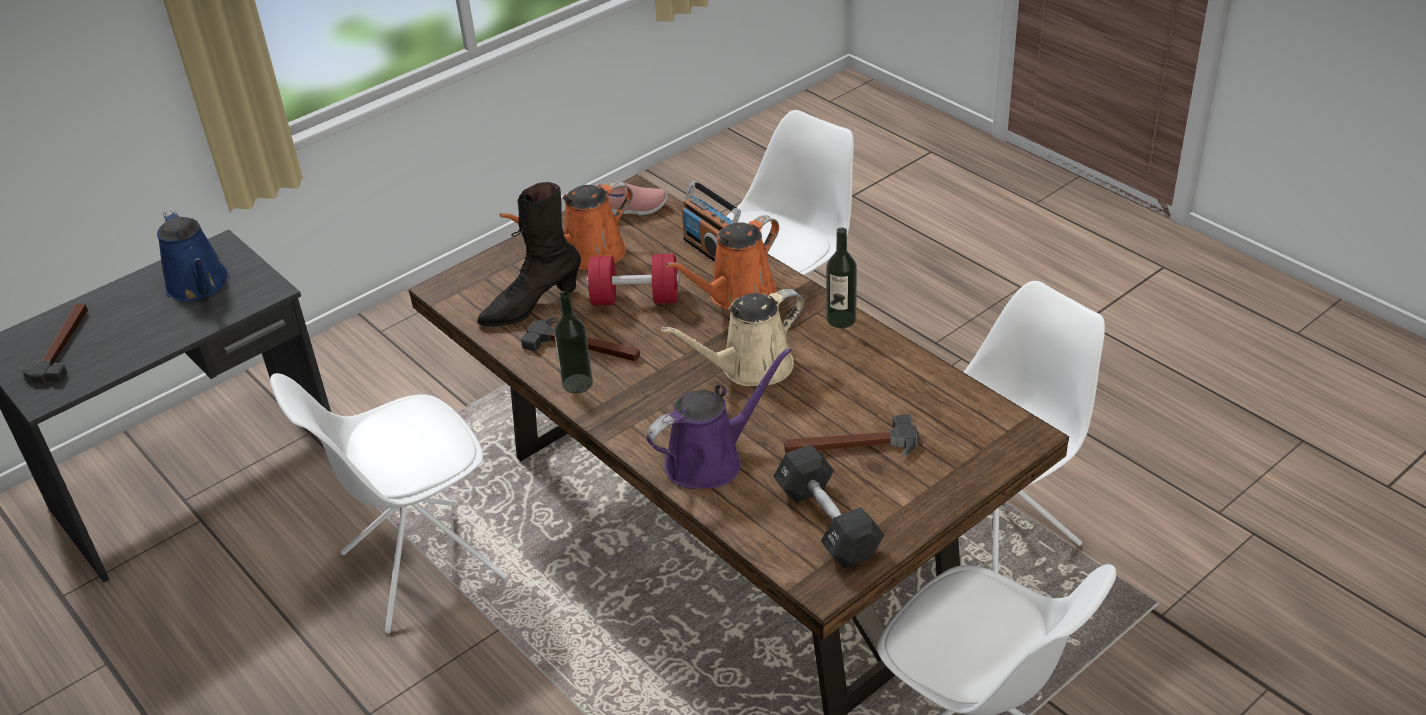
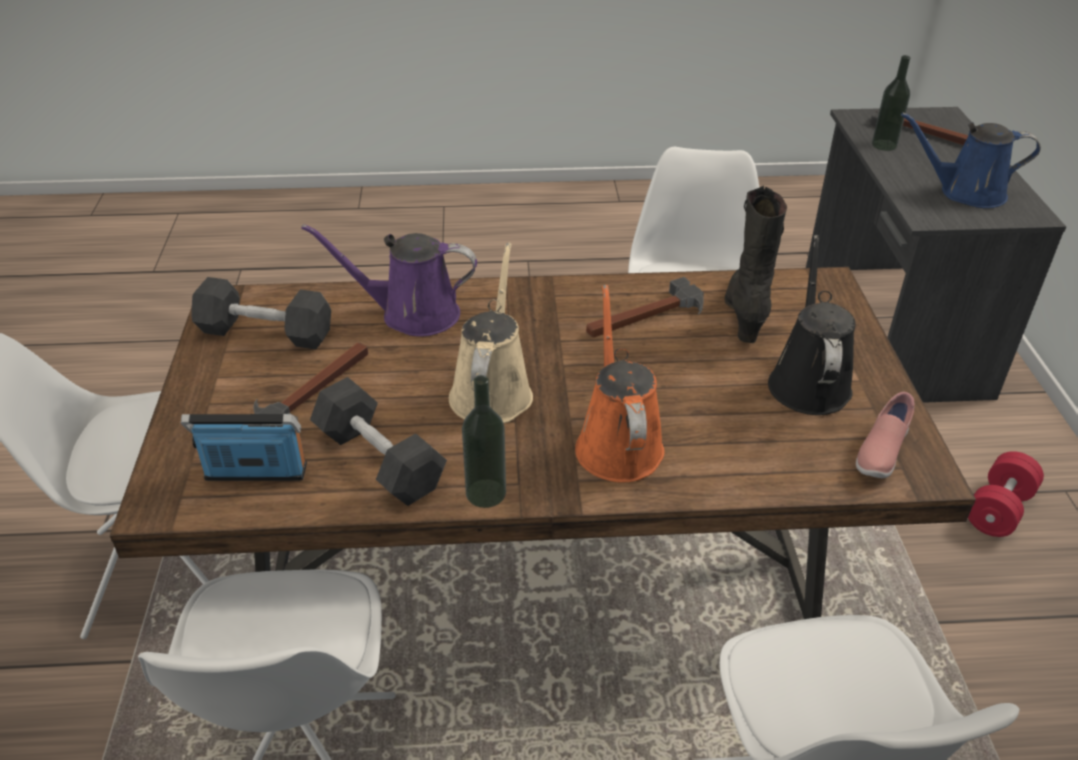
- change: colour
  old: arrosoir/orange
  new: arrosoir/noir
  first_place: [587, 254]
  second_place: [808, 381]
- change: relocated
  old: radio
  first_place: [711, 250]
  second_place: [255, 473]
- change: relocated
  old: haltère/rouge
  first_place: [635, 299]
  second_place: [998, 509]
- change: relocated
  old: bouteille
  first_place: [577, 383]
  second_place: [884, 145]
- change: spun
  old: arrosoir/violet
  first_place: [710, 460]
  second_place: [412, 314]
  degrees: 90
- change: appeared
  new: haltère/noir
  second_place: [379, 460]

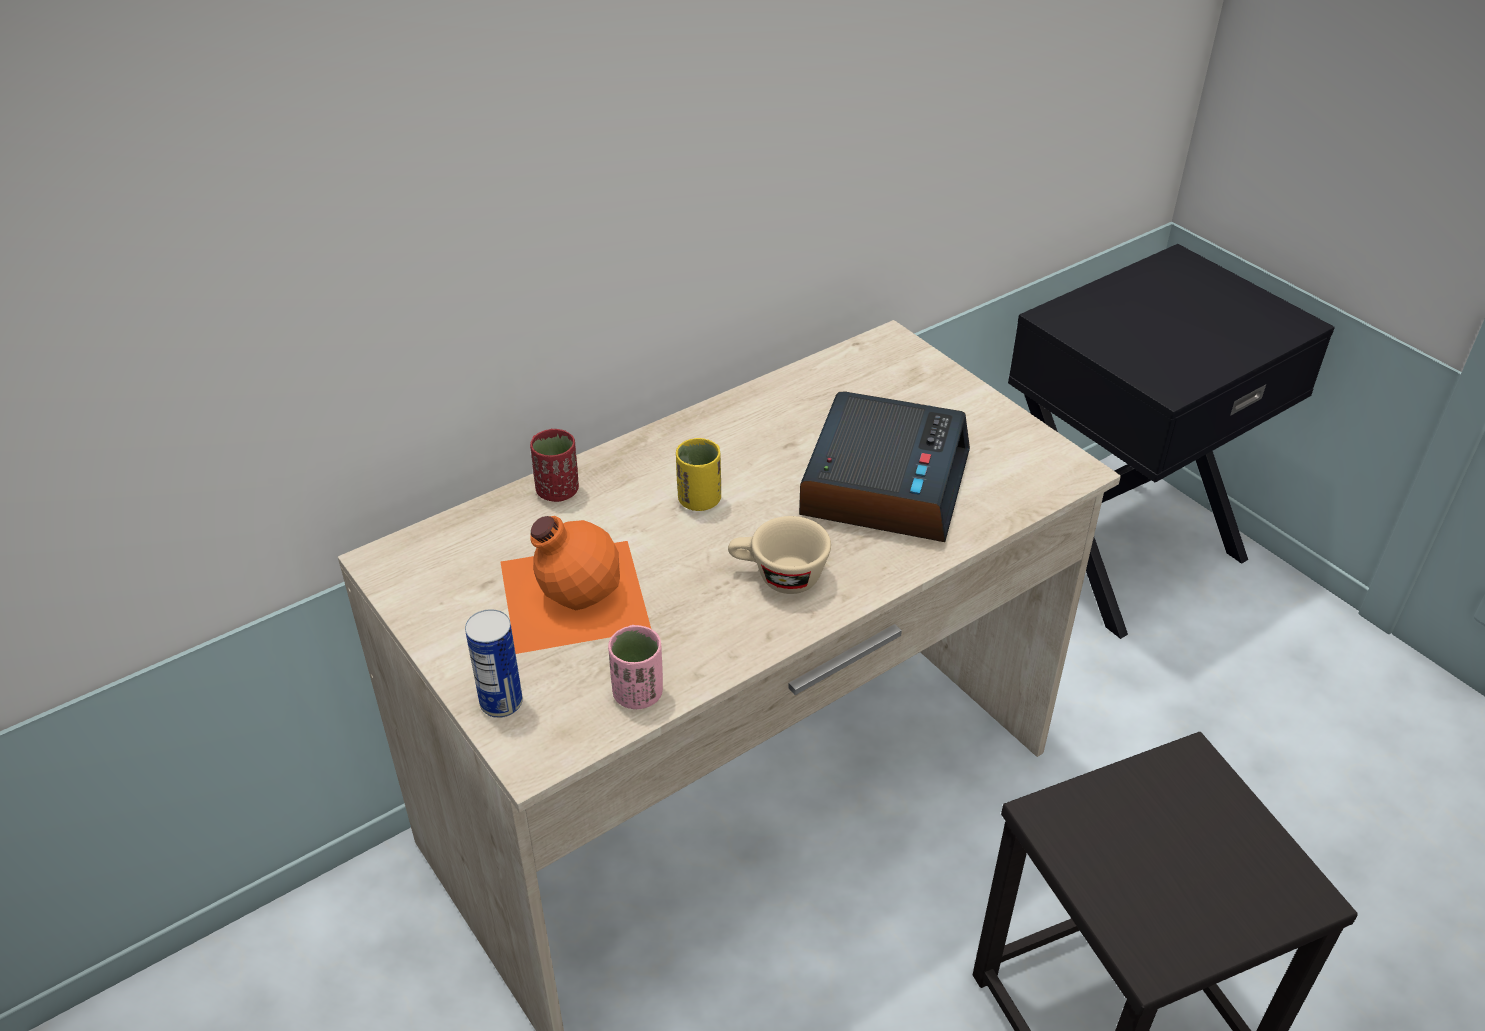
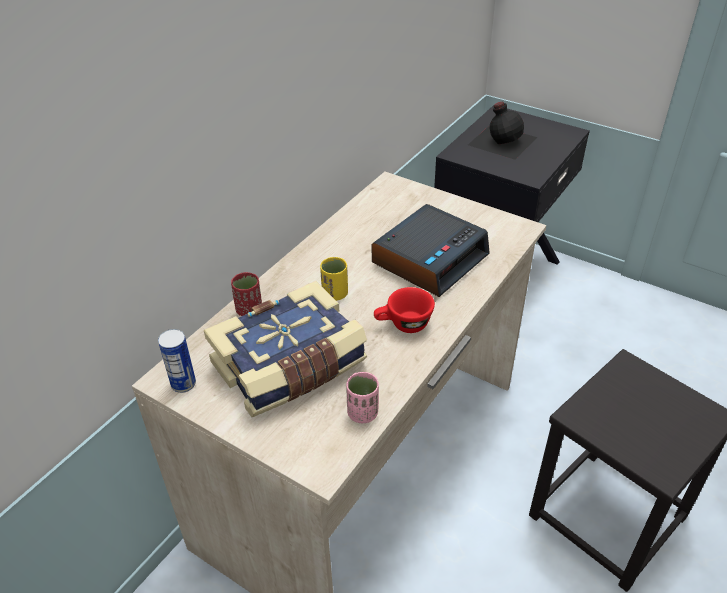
- change: spun
  old: réveil
  first_place: [883, 482]
  second_place: [430, 258]
  degrees: 45
- change: exchanged
  old: bouteille/orange
  new: livre
  first_place: [571, 593]
  second_place: [290, 367]
- change: colour
  old: tasse/beige
  new: tasse/rouge
  first_place: [778, 577]
  second_place: [403, 325]
- change: relocated
  old: boîte métallique
  first_place: [501, 703]
  second_place: [183, 384]
- change: appeared
  new: bouteille/noir
  second_place: [502, 140]

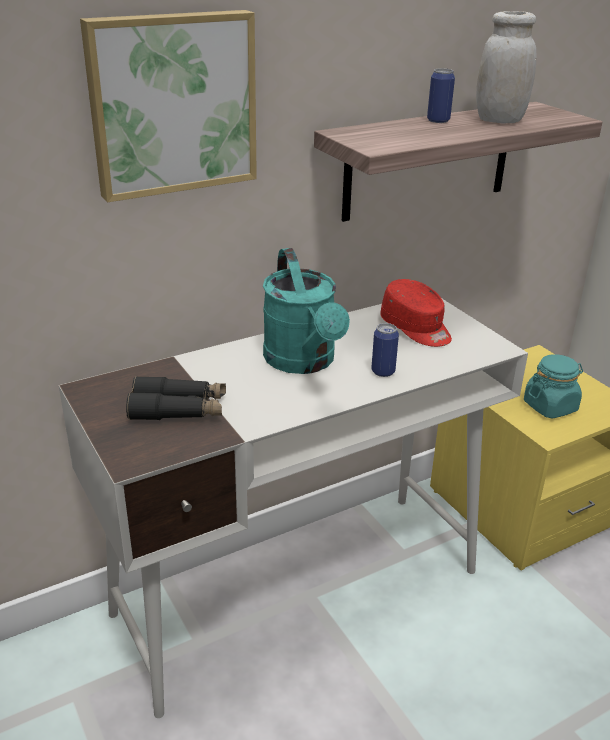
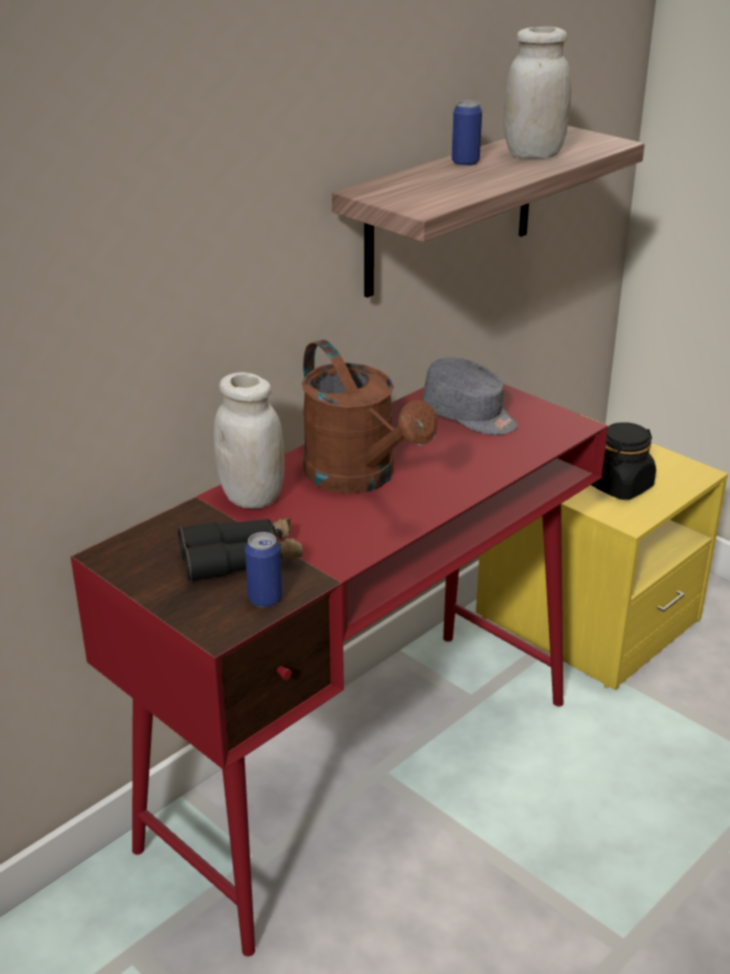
- change: missing
  old: tableau
  first_place: [172, 103]
- change: colour
  old: arrosoir/turquoise
  new: arrosoir/marron
  first_place: [304, 362]
  second_place: [360, 478]
- change: colour
  old: casquette/rouge
  new: casquette/gris
  first_place: [416, 328]
  second_place: [470, 416]
- change: colour
  old: bureau/blanc
  new: bureau/rouge
  first_place: [300, 591]
  second_place: [364, 769]
- change: relocated
  old: boîte métallique
  first_place: [383, 371]
  second_place: [265, 599]
- change: colour
  old: bocal/turquoise
  new: bocal/noir
  first_place: [550, 406]
  second_place: [620, 486]
- change: appeared
  new: bocal/blanc
  second_place: [252, 497]

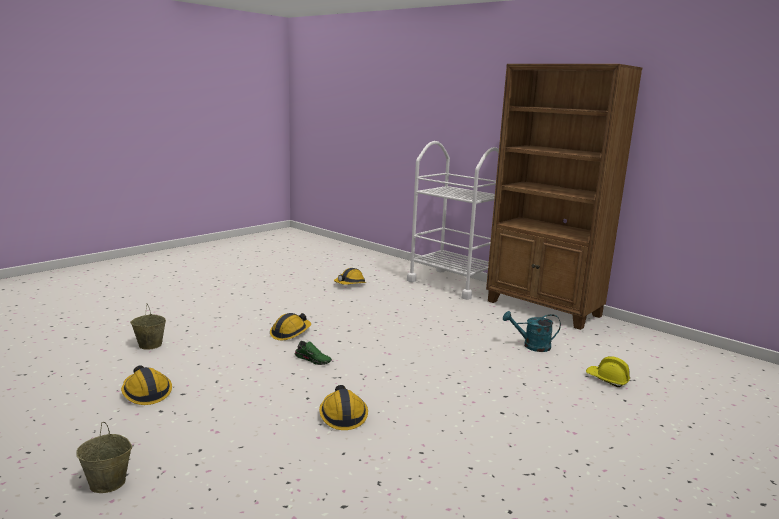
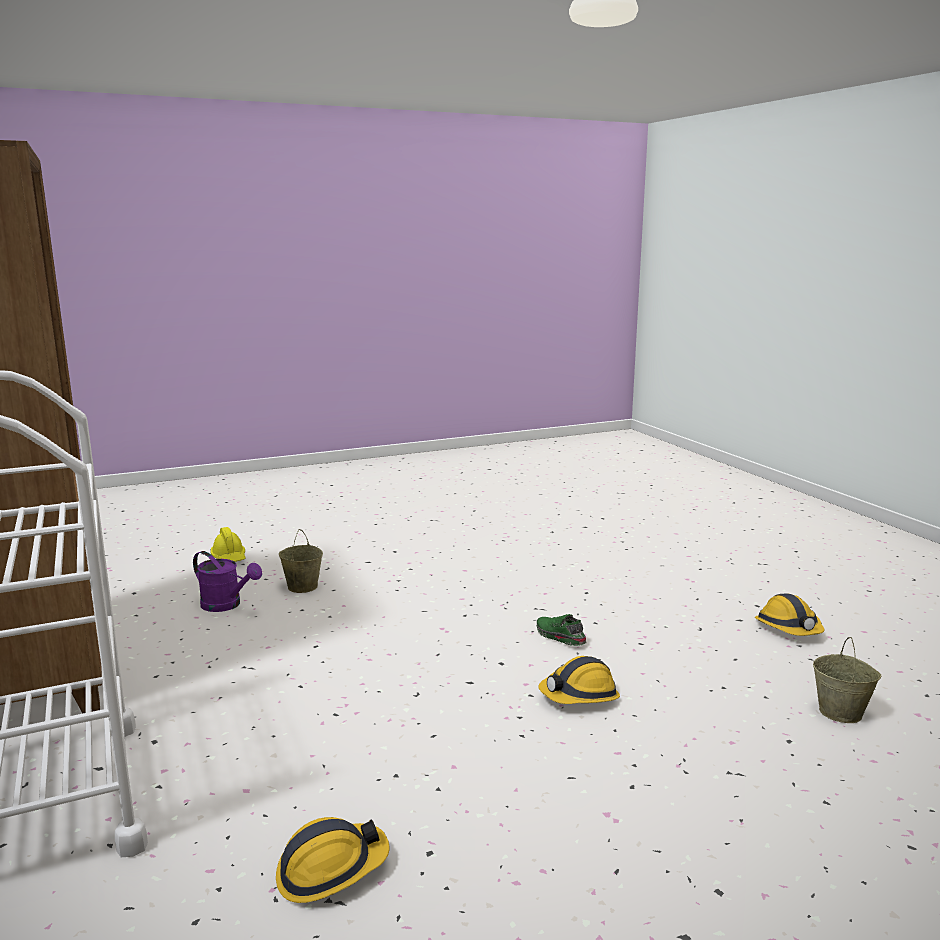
- change: colour
  old: arrosoir/turquoise
  new: arrosoir/violet
  first_place: [531, 346]
  second_place: [227, 605]
- change: missing
  old: casque de chantier
  first_place: [342, 415]
- change: relocated
  old: seau/beige
  first_place: [108, 483]
  second_place: [302, 587]

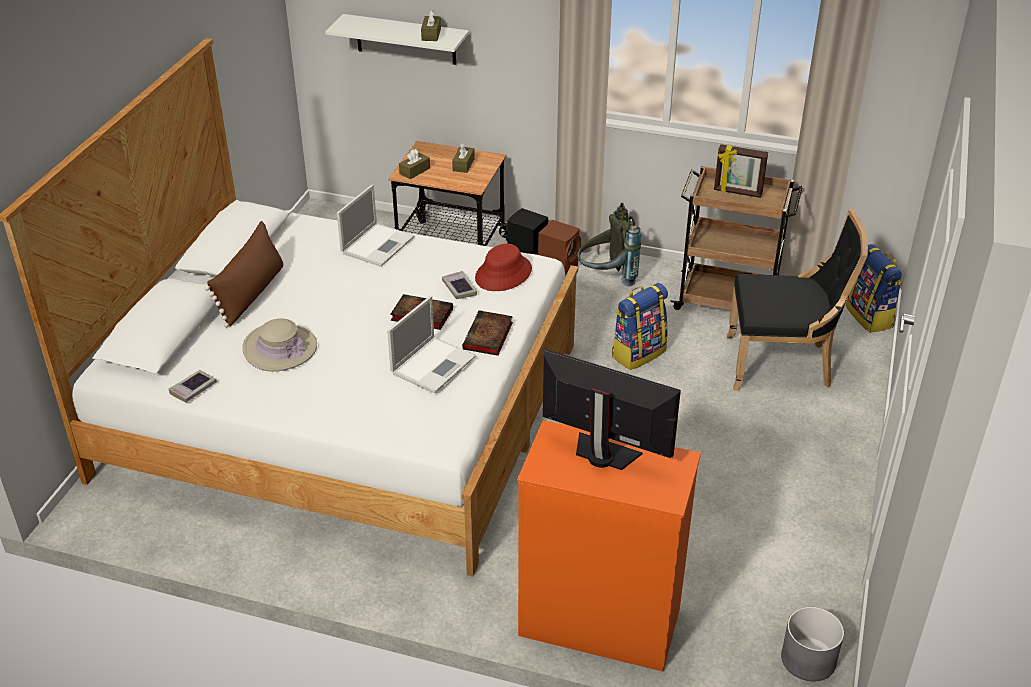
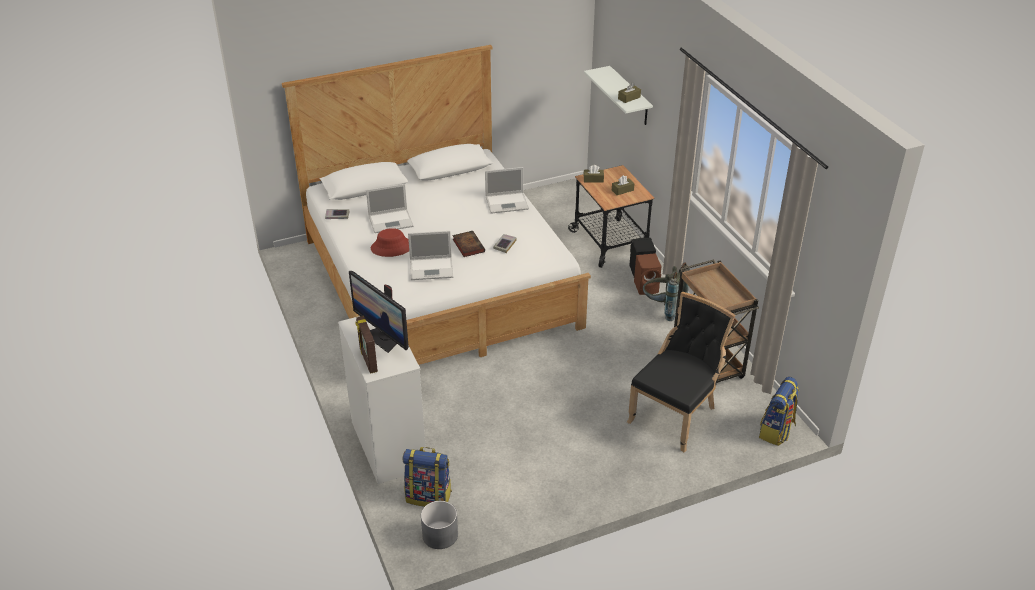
- change: relocated
  old: cadre photo
  first_place: [737, 192]
  second_place: [368, 360]
- change: spun
  old: chaise/noir
  first_place: [782, 364]
  second_place: [676, 415]
  degrees: -105
- change: missing
  old: coussin/marron
  first_place: [251, 294]
- change: relocated
  old: chapeau/rouge
  first_place: [503, 274]
  second_place: [391, 247]
- change: relocated
  old: sac à dos
  first_place: [638, 353]
  second_place: [429, 496]
- change: missing
  old: livre
  first_place: [488, 337]
- change: exchanged
  old: chapeau/beige
  new: ordinateur portable
  first_place: [280, 348]
  second_place: [391, 221]
- change: spun
  old: écran d'ordinateur
  first_place: [603, 454]
  second_place: [383, 338]
  degrees: 150
- change: colour
  old: commode/orange
  new: commode/blanc
  first_place: [598, 621]
  second_place: [388, 444]

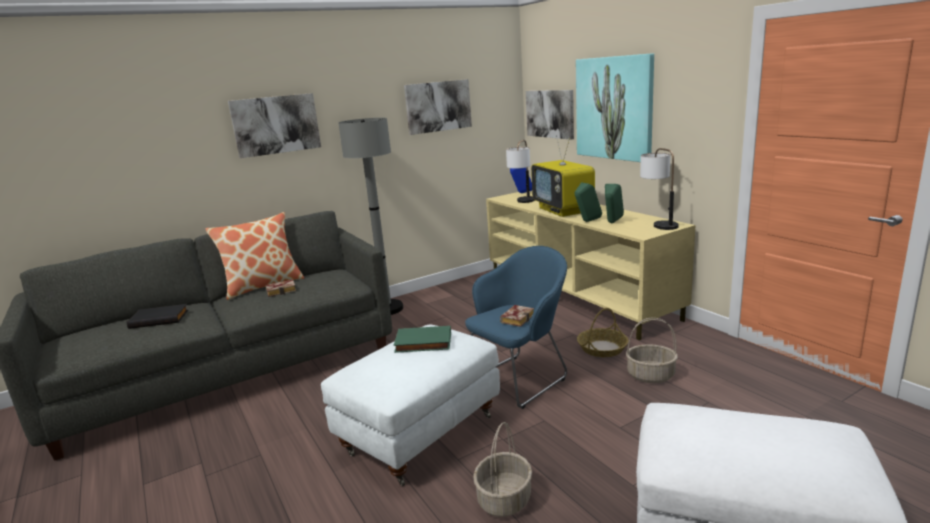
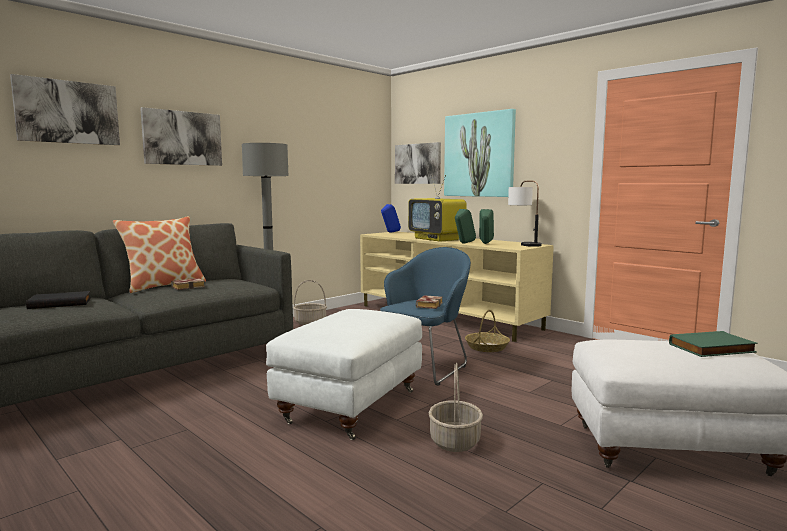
- change: relocated
  old: tableau
  first_place: [438, 106]
  second_place: [67, 112]
- change: missing
  old: lampe de table
  first_place: [522, 202]
- change: relocated
  old: panier
  first_place: [651, 375]
  second_place: [310, 322]
- change: relocated
  old: livre/vert
  first_place: [423, 343]
  second_place: [712, 349]

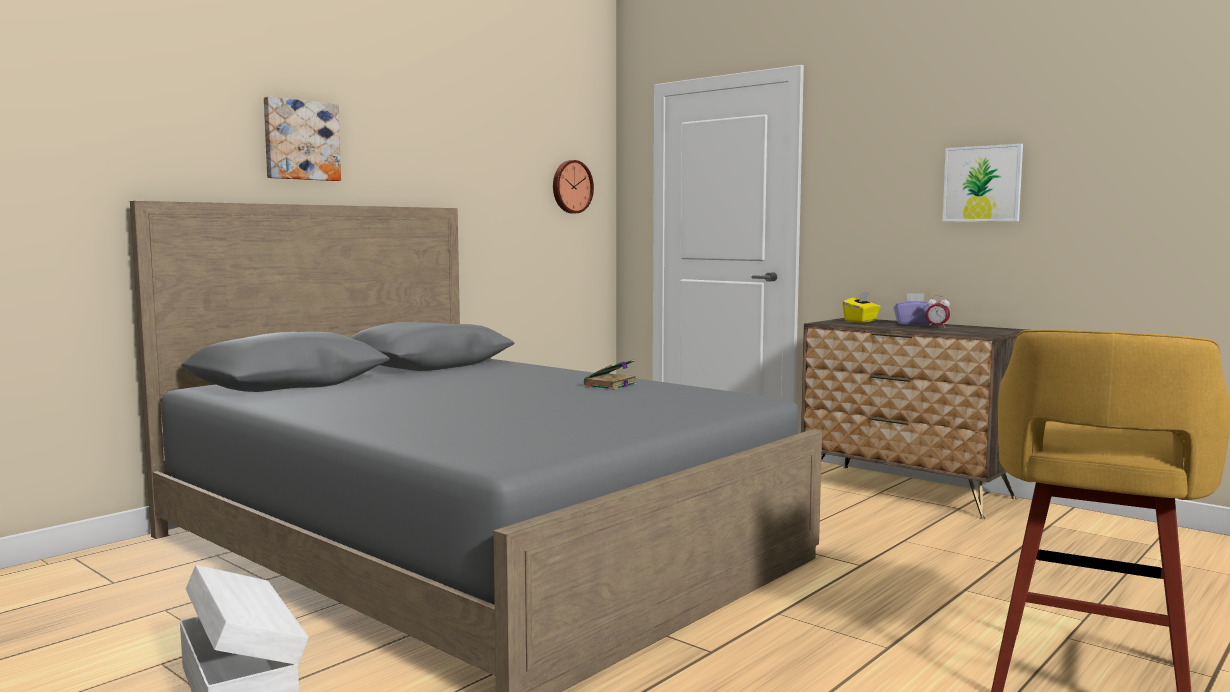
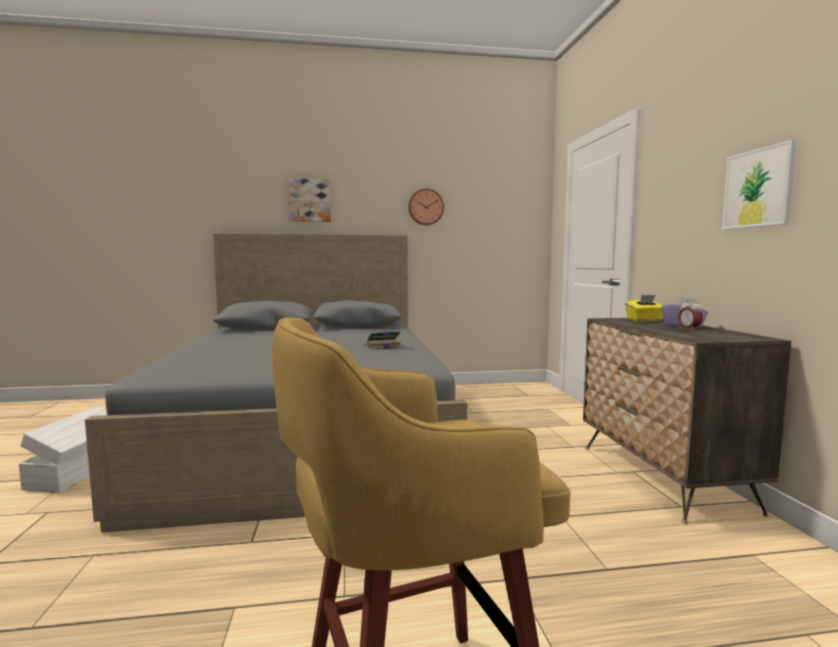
- change: relocated
  old: horloge murale
  first_place: [571, 187]
  second_place: [425, 207]

